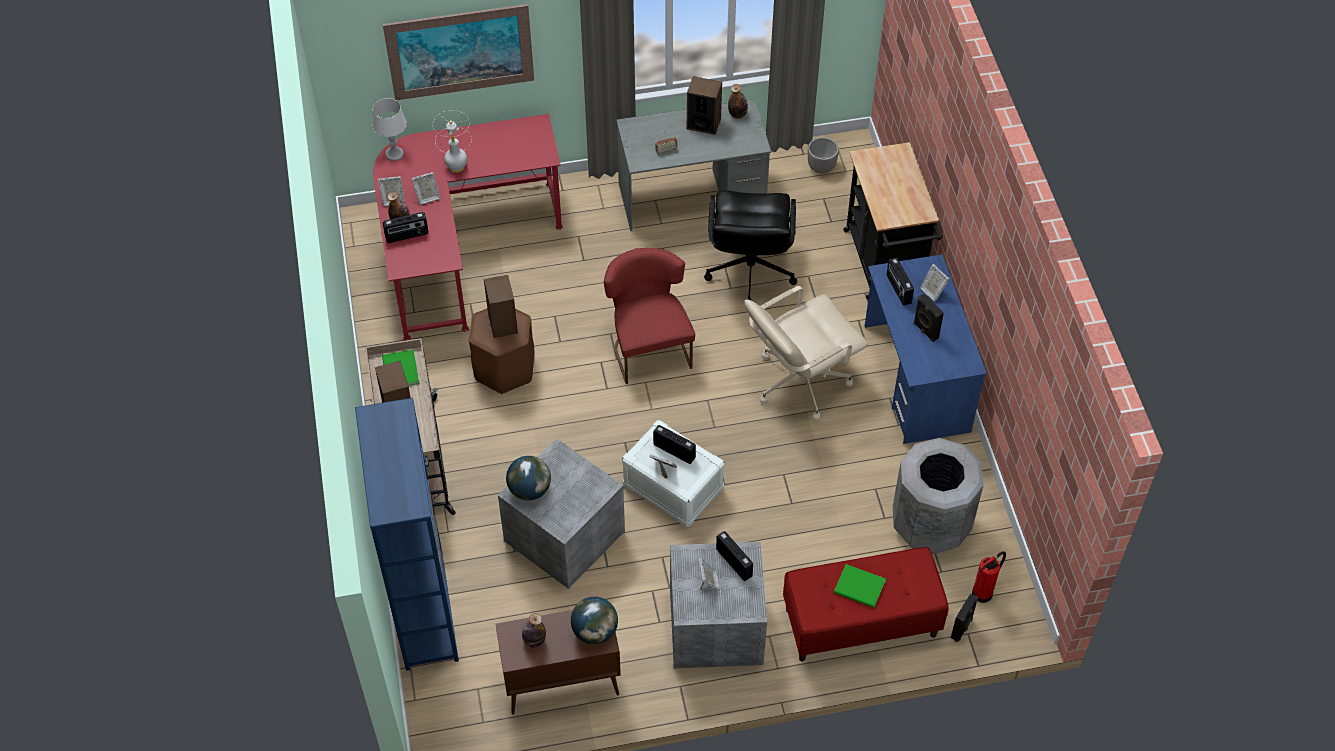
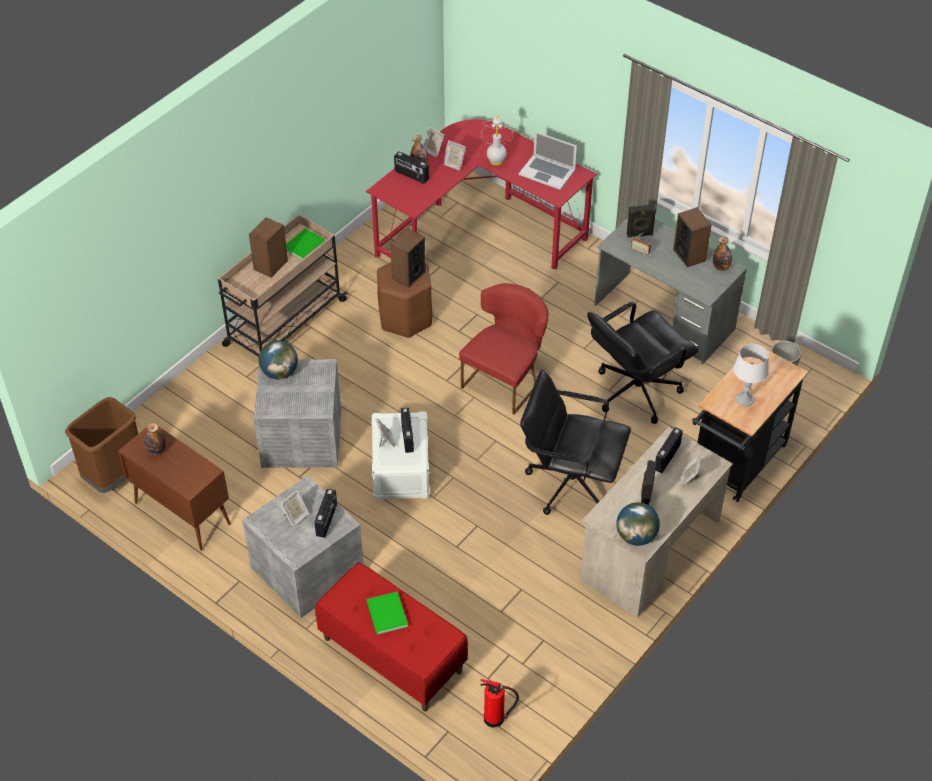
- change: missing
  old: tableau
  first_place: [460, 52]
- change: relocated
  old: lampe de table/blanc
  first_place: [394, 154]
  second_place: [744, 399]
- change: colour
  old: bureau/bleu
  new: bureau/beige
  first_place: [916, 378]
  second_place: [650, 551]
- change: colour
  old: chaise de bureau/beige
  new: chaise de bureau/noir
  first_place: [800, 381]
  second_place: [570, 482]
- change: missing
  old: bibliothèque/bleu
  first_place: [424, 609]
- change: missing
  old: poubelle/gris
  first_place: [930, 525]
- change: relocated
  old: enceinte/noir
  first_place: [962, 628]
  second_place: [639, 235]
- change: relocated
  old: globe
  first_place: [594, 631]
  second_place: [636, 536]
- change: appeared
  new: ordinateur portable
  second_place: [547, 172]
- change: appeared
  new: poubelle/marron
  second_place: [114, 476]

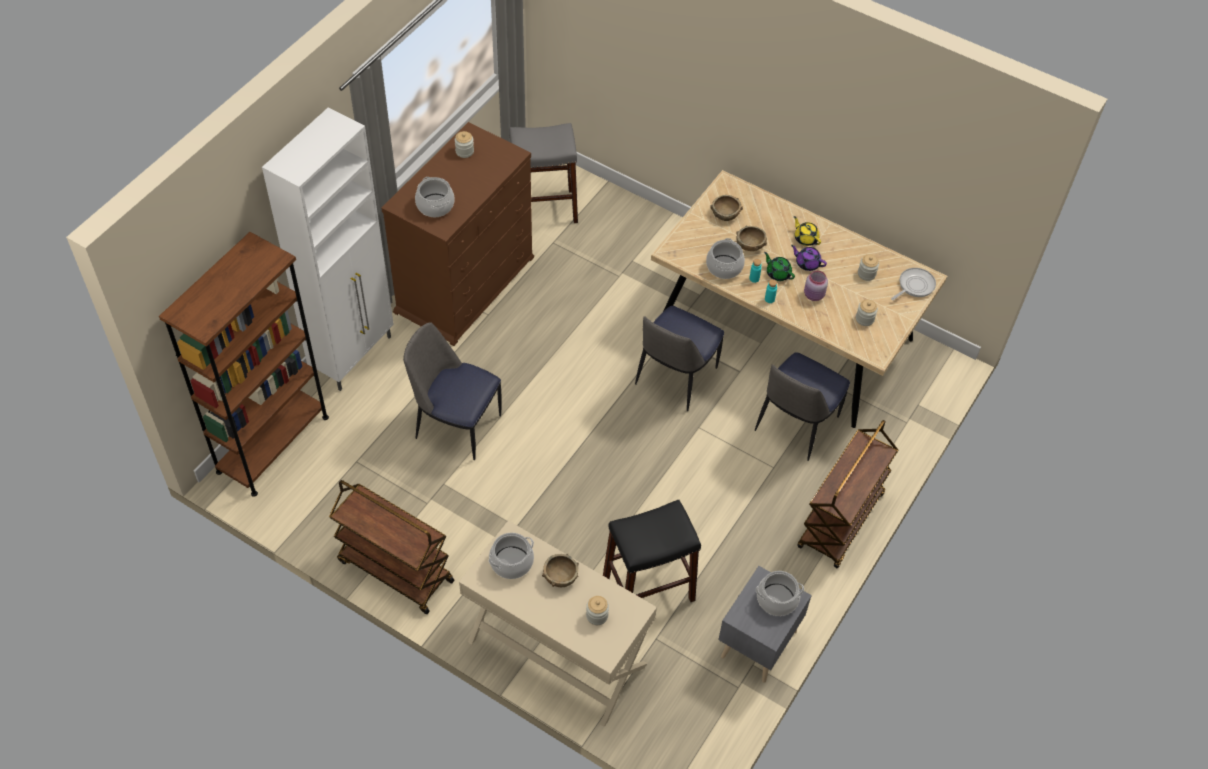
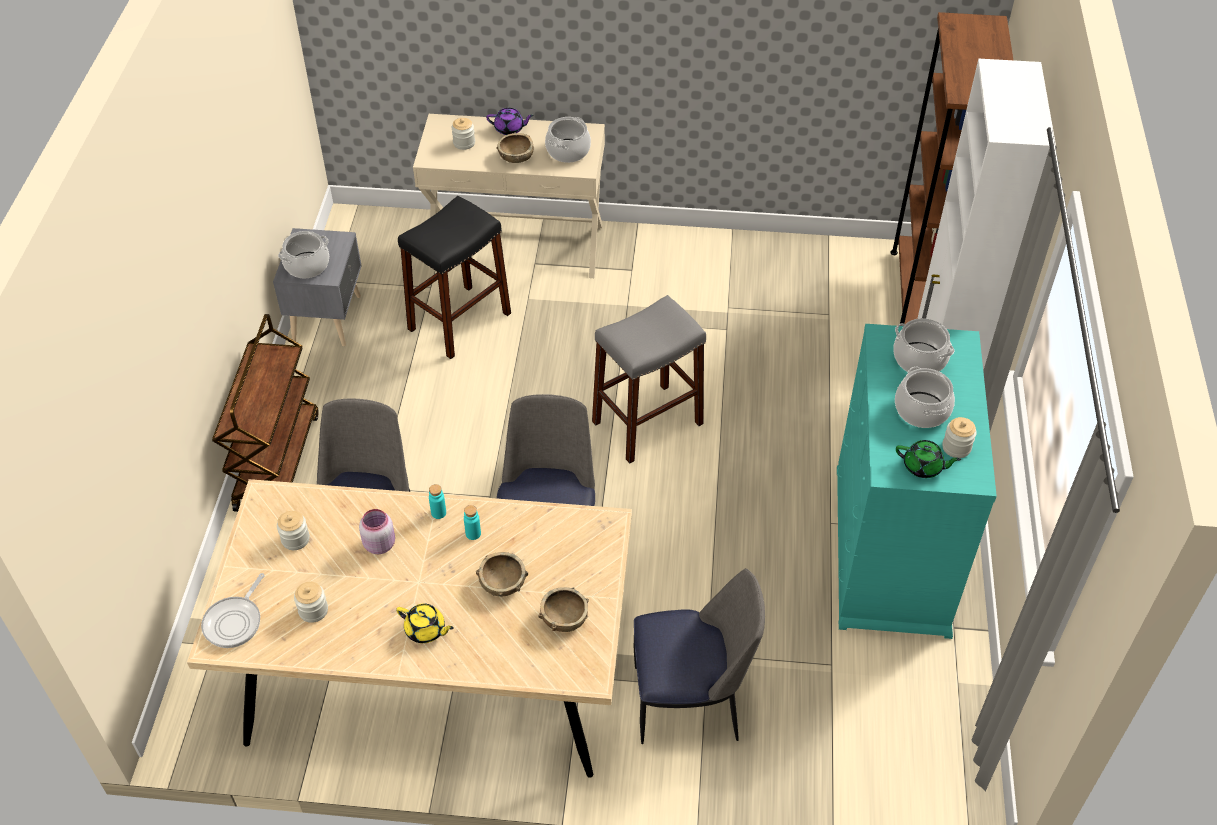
- change: colour
  old: commode/marron
  new: commode/turquoise
  first_place: [465, 284]
  second_place: [891, 549]
- change: relocated
  old: tabouret/gris
  first_place: [543, 208]
  second_place: [647, 423]
- change: relocated
  old: marmite
  first_place: [724, 267]
  second_place: [921, 410]
- change: relocated
  old: théière/violet
  first_place: [807, 263]
  second_place: [510, 129]
- change: relocated
  old: théière/vert
  first_place: [778, 273]
  second_place: [923, 467]
- change: relocated
  old: chaise
  first_place: [456, 425]
  second_place: [690, 702]
- change: missing
  old: chariot/marron
  first_place: [394, 571]

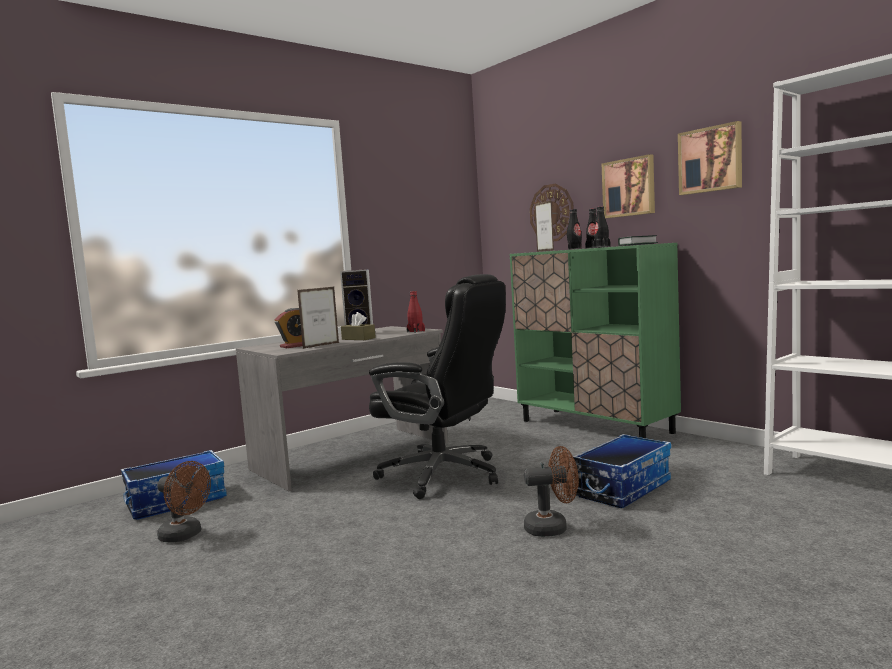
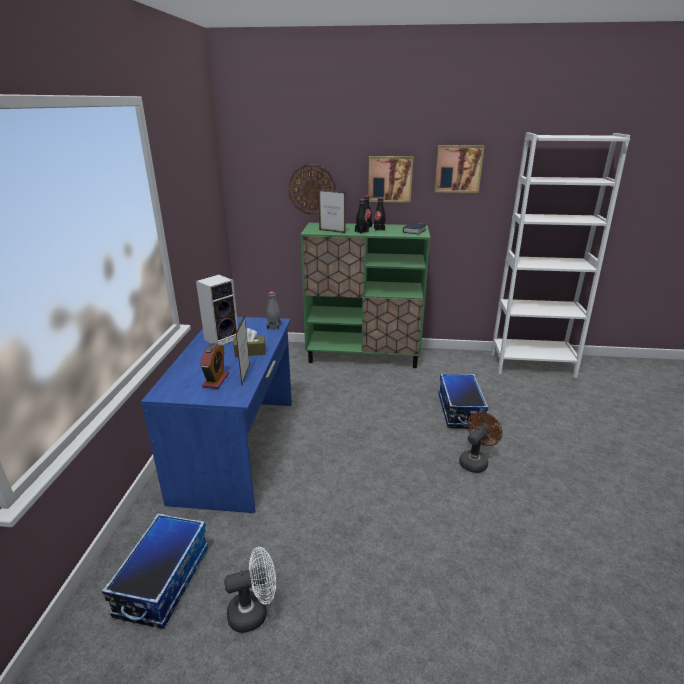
- change: missing
  old: chaise de bureau/noir
  first_place: [444, 475]
- change: colour
  old: bouteille/rouge
  new: bouteille/gris
  first_place: [416, 331]
  second_place: [274, 326]
- change: colour
  old: bureau/gris
  new: bureau/bleu
  first_place: [352, 456]
  second_place: [239, 448]
- change: colour
  old: ventilateur/marron
  new: ventilateur/blanc
  first_place: [185, 535]
  second_place: [254, 611]

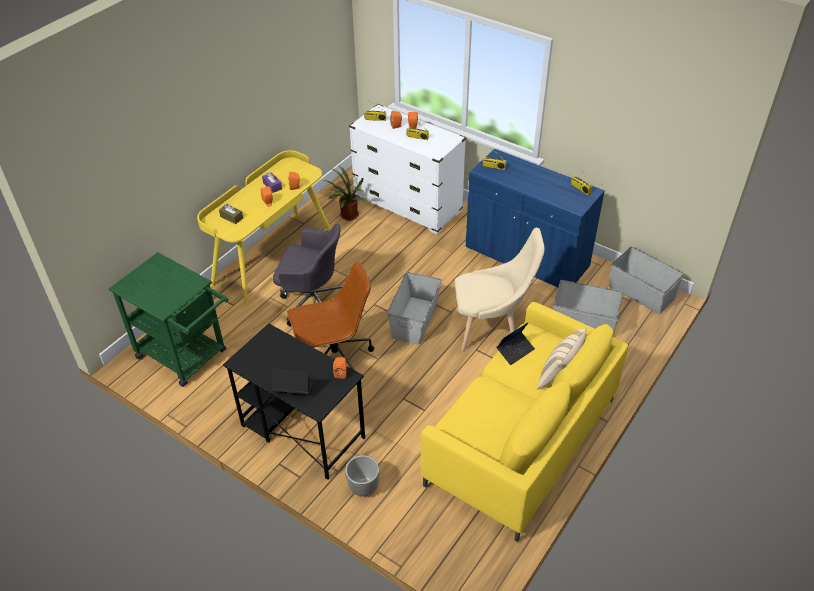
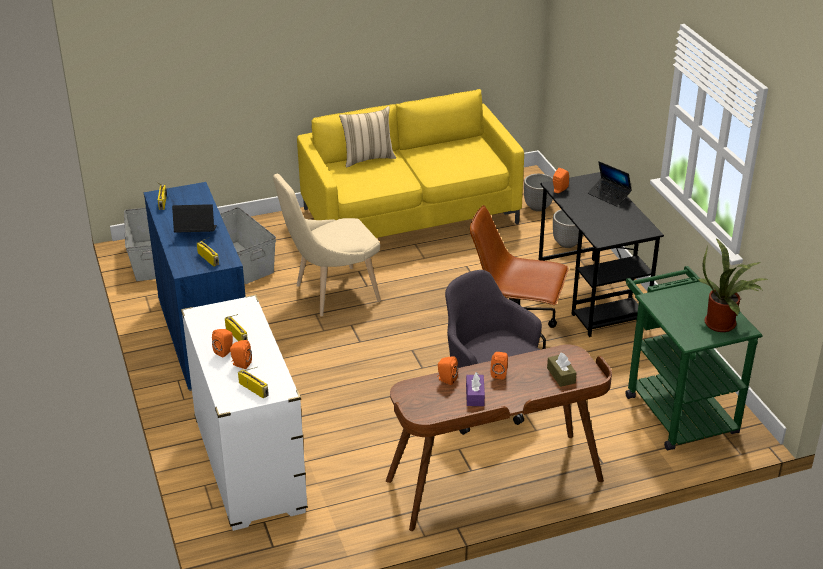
- change: colour
  old: bureau/jaune
  new: bureau/marron
  first_place: [272, 257]
  second_place: [495, 482]
- change: relocated
  old: plante en pot
  first_place: [347, 216]
  second_place: [723, 324]
- change: spun
  old: chaise/beige
  first_place: [491, 329]
  second_place: [331, 294]
  degrees: -60
- change: missing
  old: boîte de rangement/gris
  first_place: [415, 320]
- change: relocated
  old: ordinateur portable
  first_place: [515, 350]
  second_place: [195, 232]
- change: appeared
  new: cache-pot
  second_place: [538, 207]

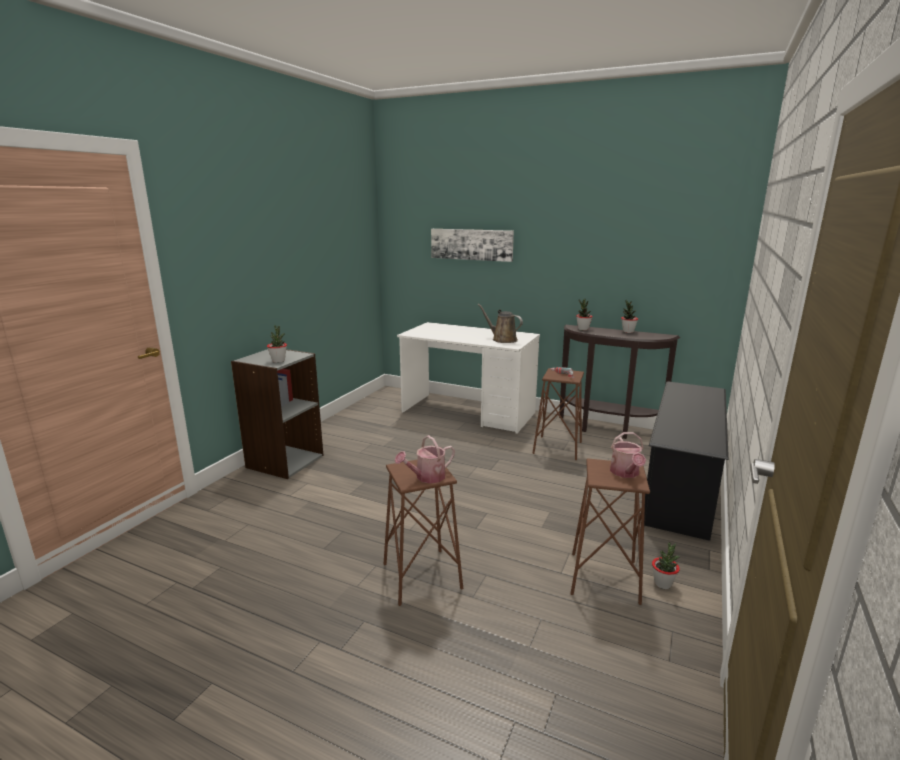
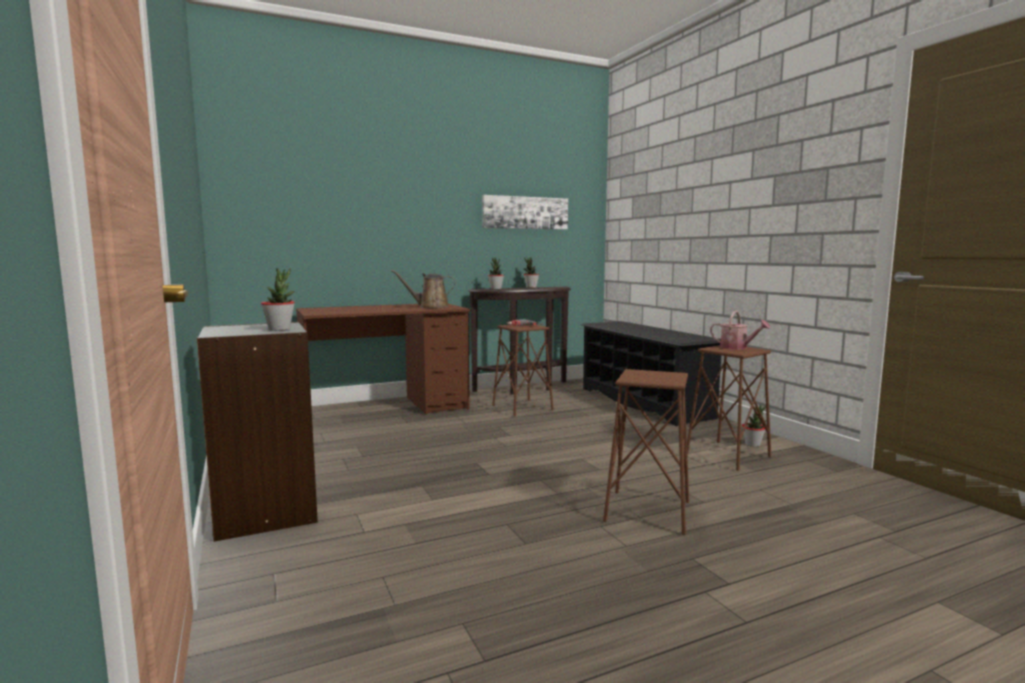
- change: relocated
  old: tableau
  first_place: [471, 244]
  second_place: [525, 213]
- change: colour
  old: bureau/blanc
  new: bureau/marron
  first_place: [468, 413]
  second_place: [386, 409]
- change: missing
  old: arrosoir
  first_place: [427, 477]

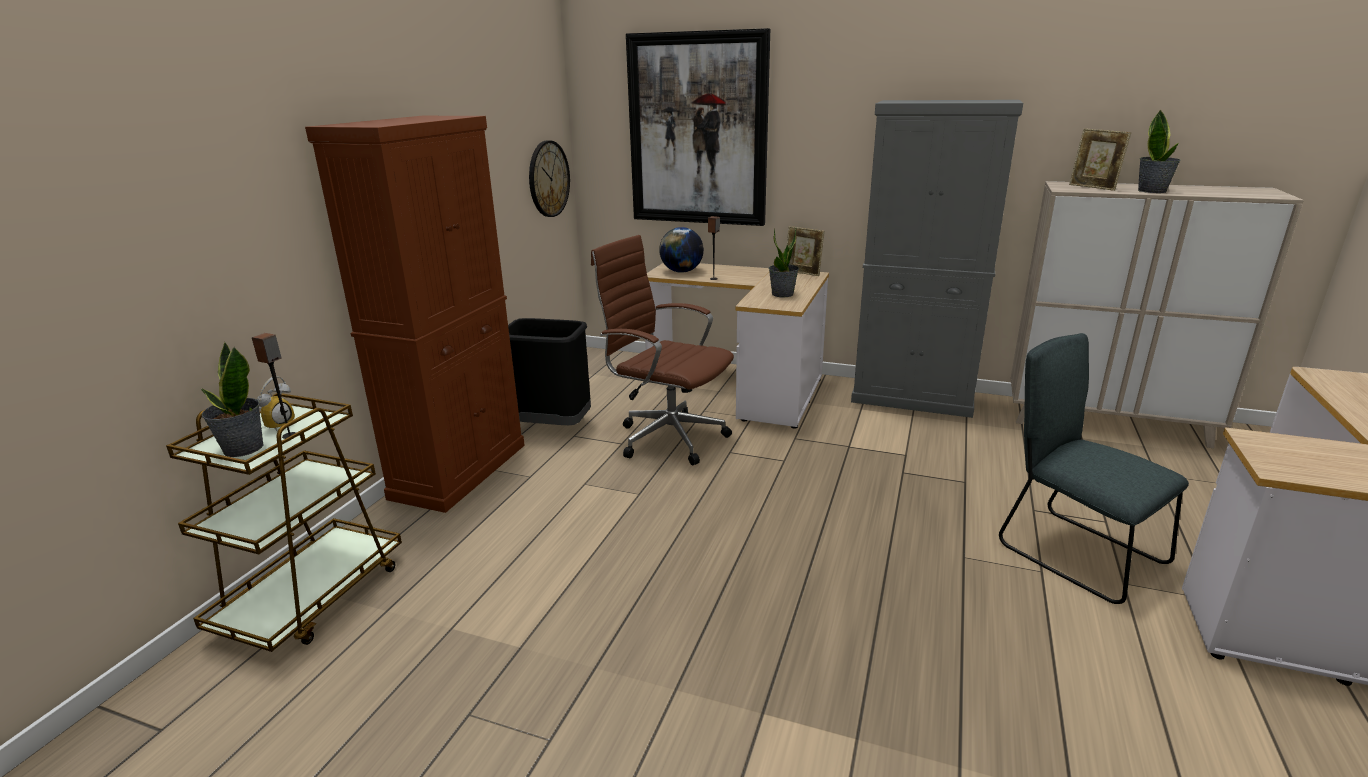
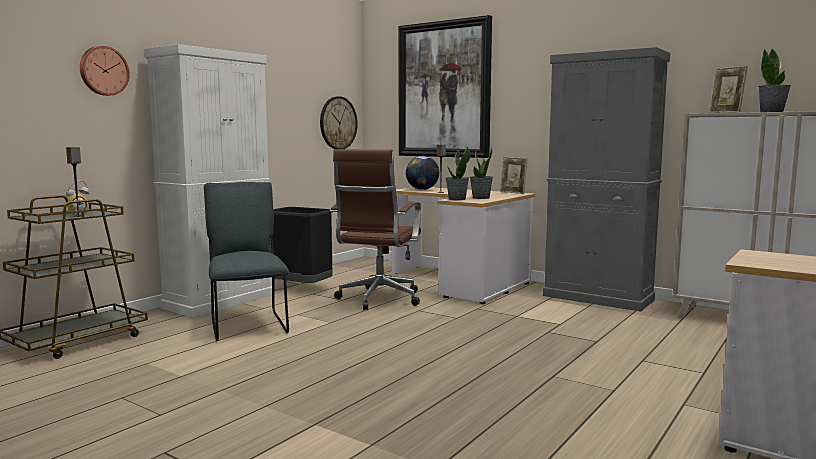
- change: colour
  old: meuble de rangement/marron
  new: meuble de rangement/blanc
  first_place: [460, 470]
  second_place: [220, 301]
- change: spun
  old: chaise de bureau/marron
  first_place: [667, 437]
  second_place: [378, 300]
  degrees: -120
- change: relocated
  old: chaise/gris
  first_place: [1073, 551]
  second_place: [247, 324]
- change: relocated
  old: plante en pot
  first_place: [242, 448]
  second_place: [457, 199]
- change: appeared
  new: horloge murale
  second_place: [103, 71]

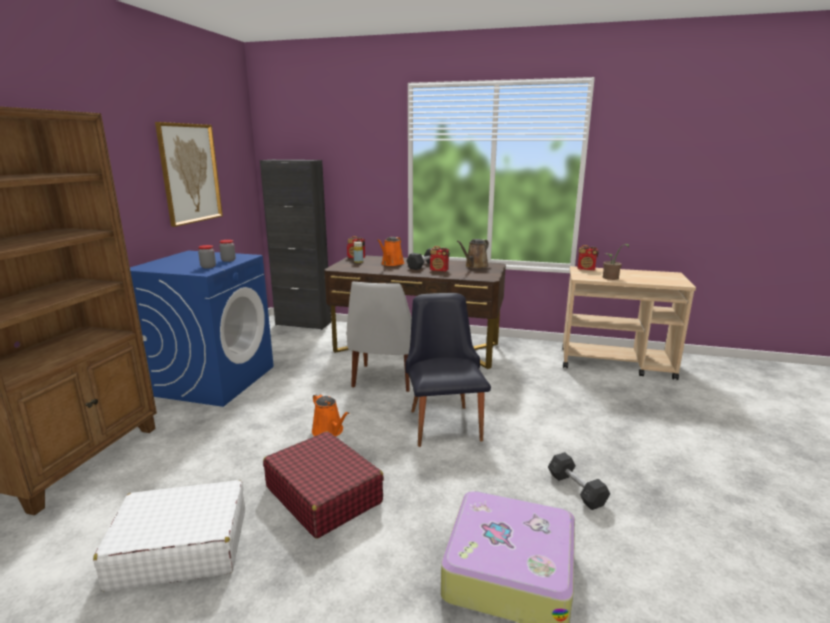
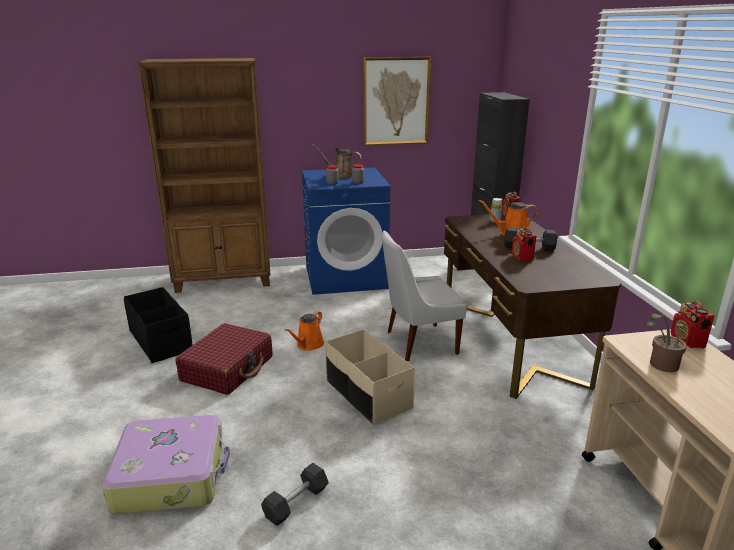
- change: relocated
  old: arrosoir/marron
  first_place: [475, 266]
  second_place: [341, 176]
- change: exchanged
  old: chaise/noir
  new: boîte de rangement/beige
  first_place: [443, 420]
  second_place: [367, 394]
- change: exchanged
  old: valise/blanc
  new: boîte de rangement/noir
  first_place: [180, 548]
  second_place: [161, 341]

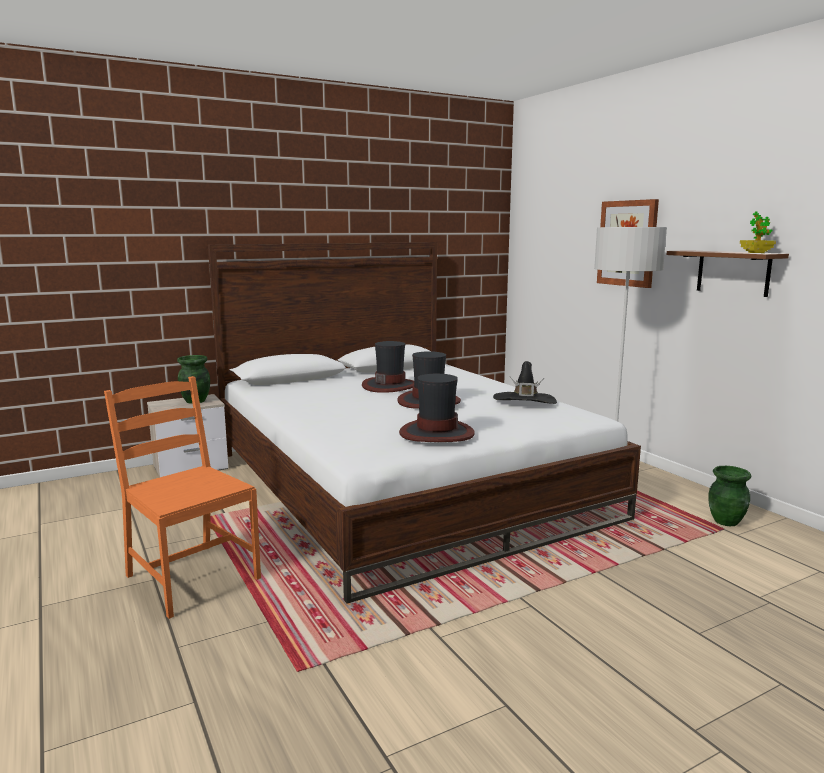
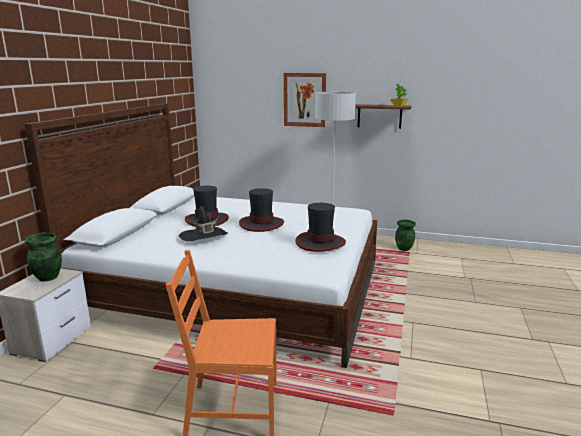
- change: relocated
  old: chapeau/noir
  first_place: [524, 401]
  second_place: [203, 236]

